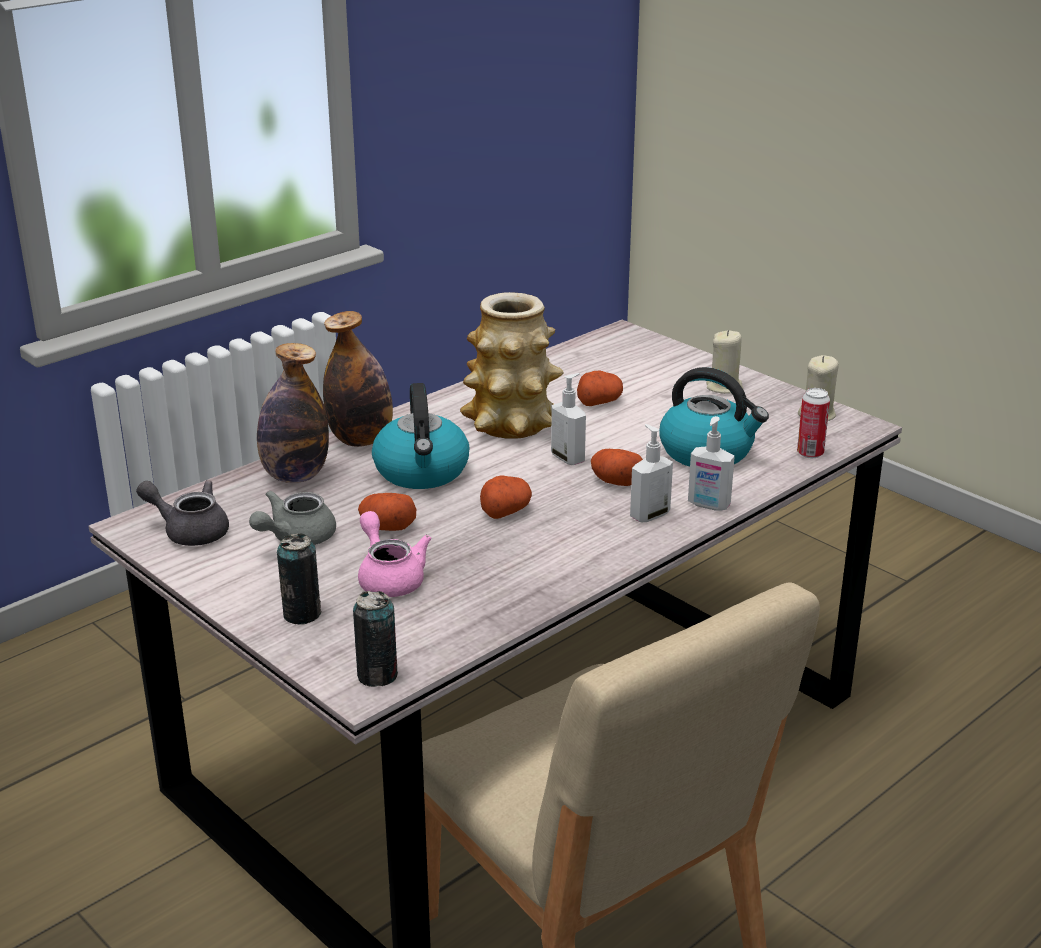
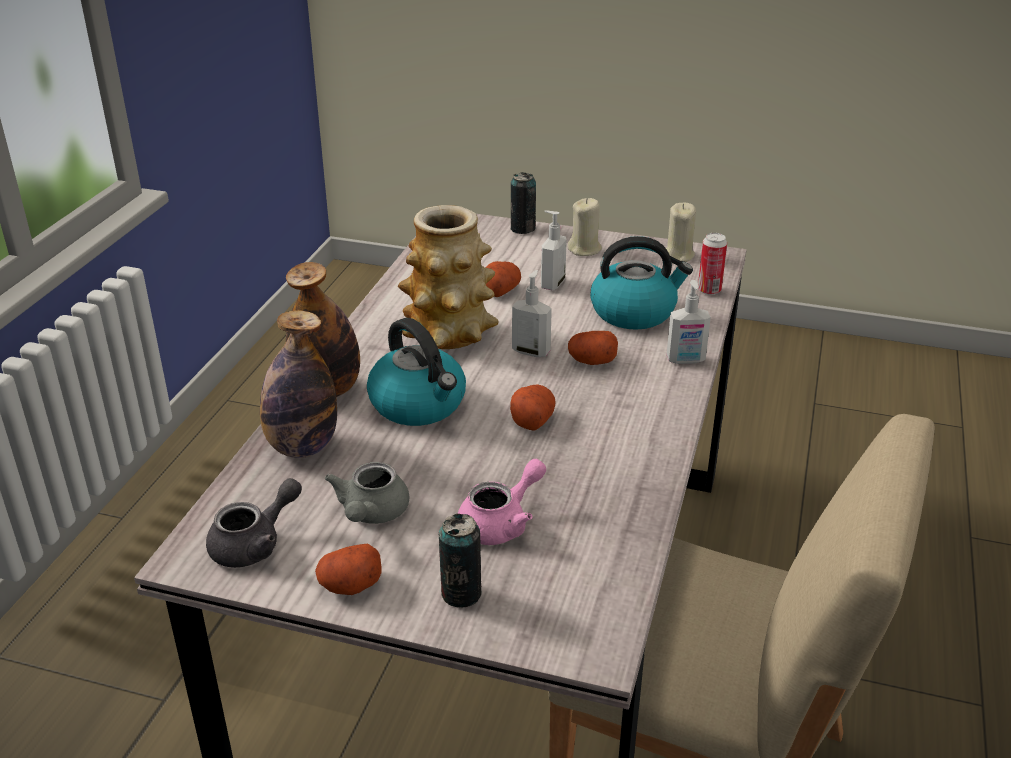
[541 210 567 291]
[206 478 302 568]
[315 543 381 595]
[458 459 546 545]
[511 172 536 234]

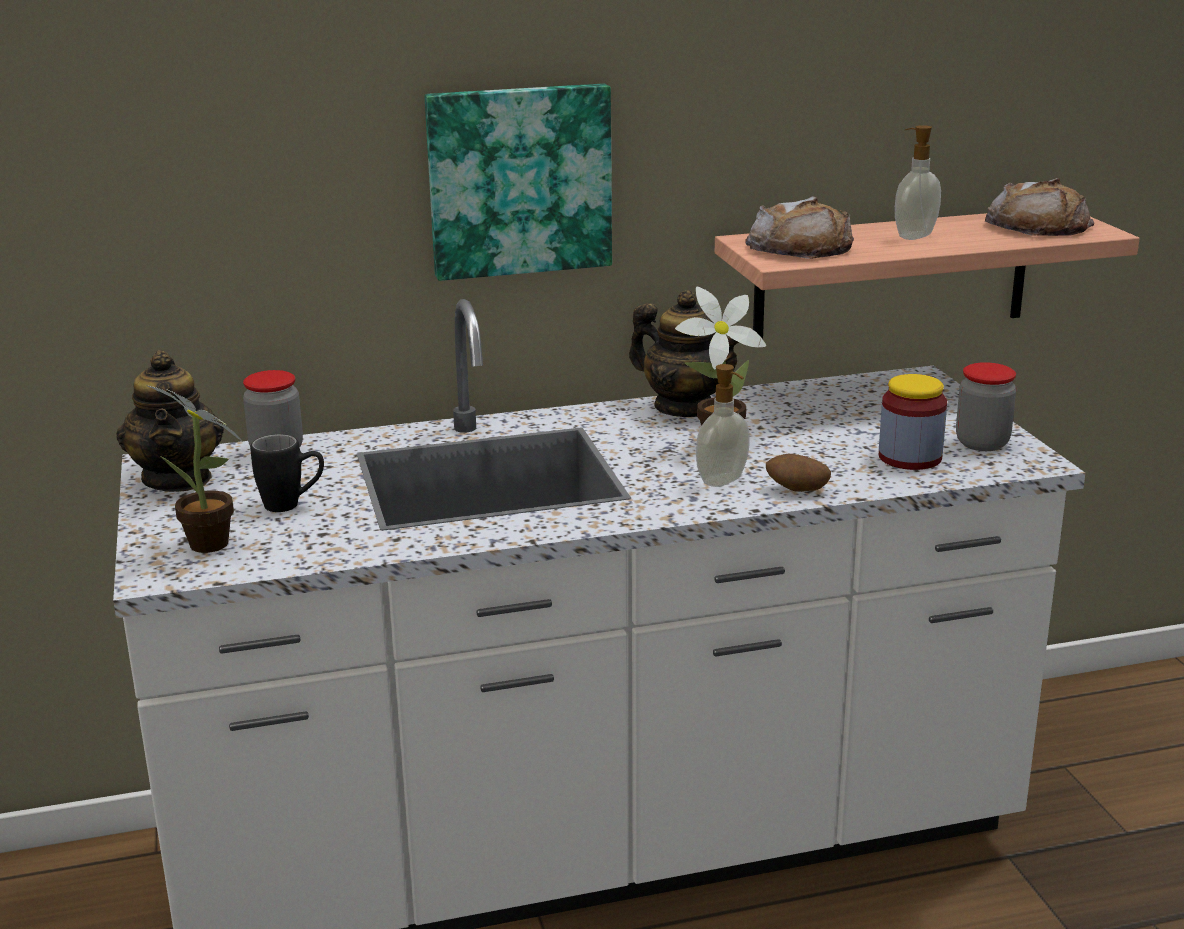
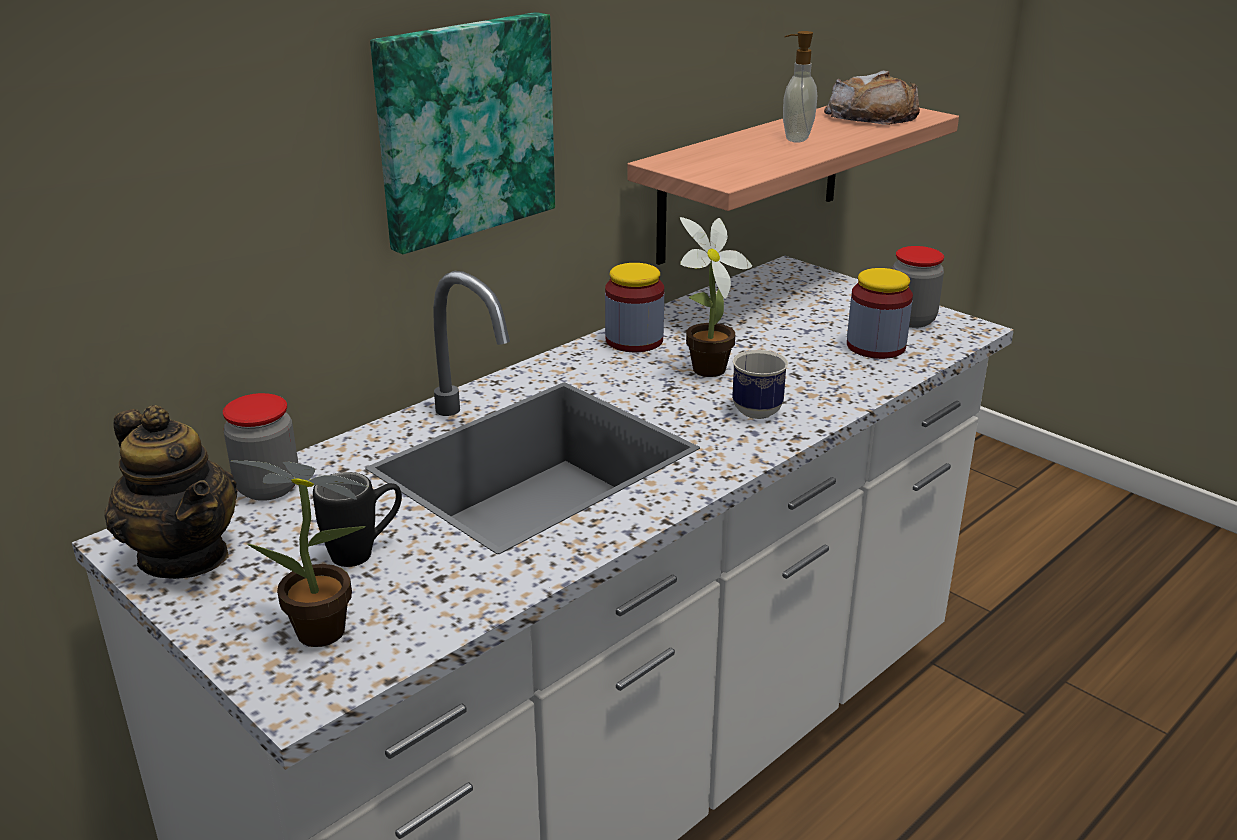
[745 196 854 259] (first image)
[605 263 664 352]
[732 350 788 419]
[766 454 831 492] (first image)

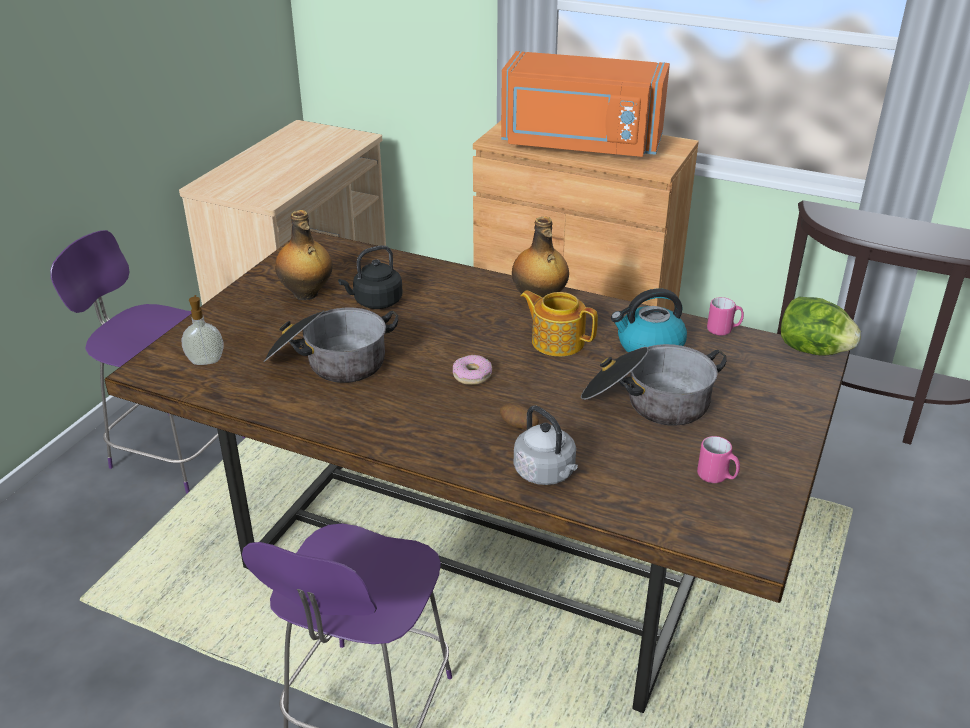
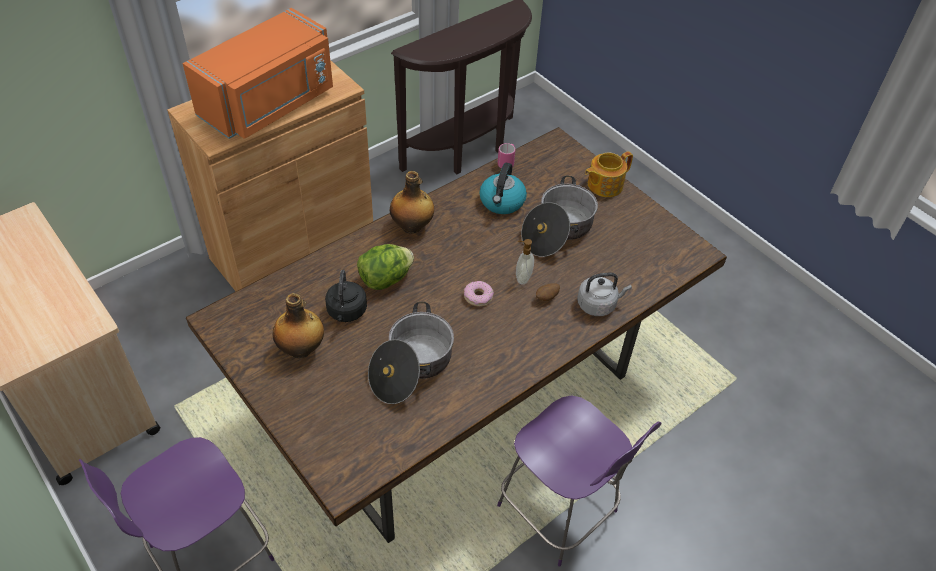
[585 151 633 197]
[516 239 534 284]
[357 244 414 290]
[697 436 740 483] (first image)

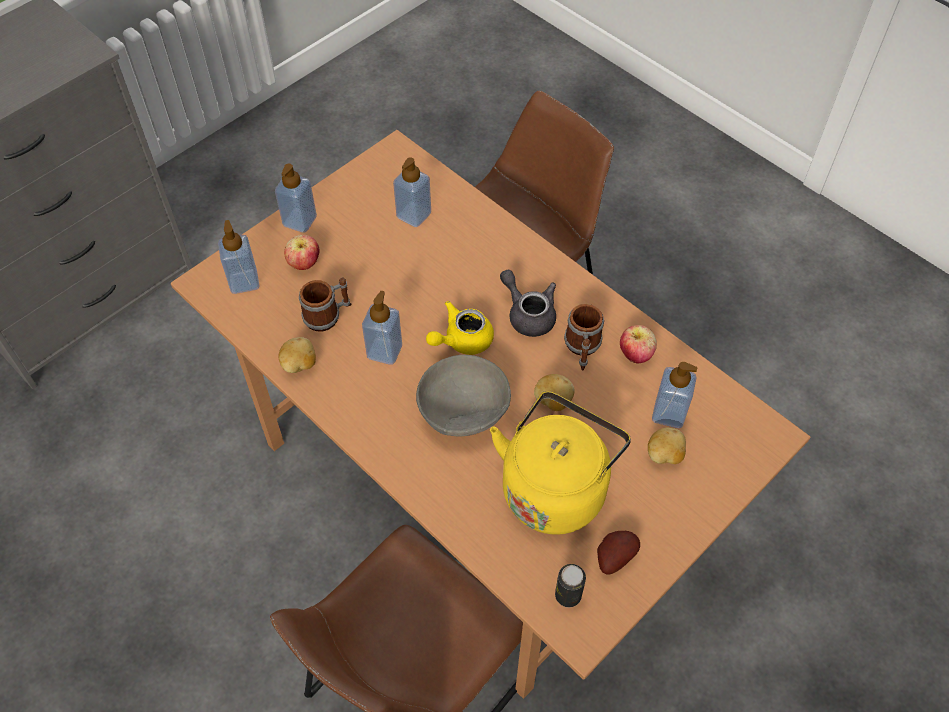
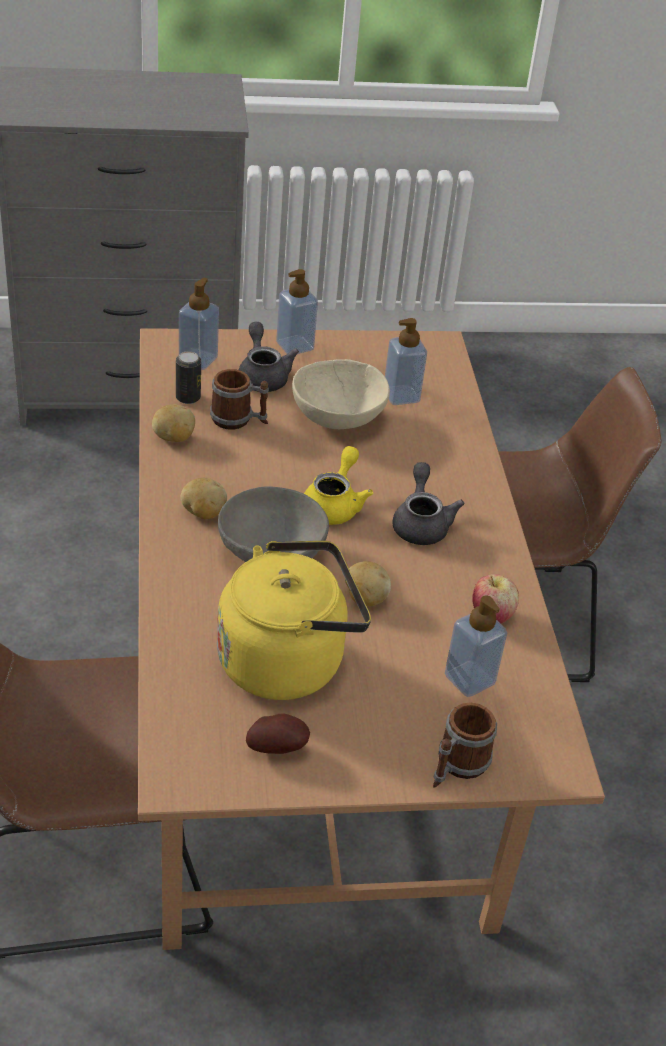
[239 322 299 392]
[362 291 402 365] (first image)
[304 446 373 525]
[433 702 497 788]
[180 478 227 519]
[176 351 201 404]
[292 359 390 429]

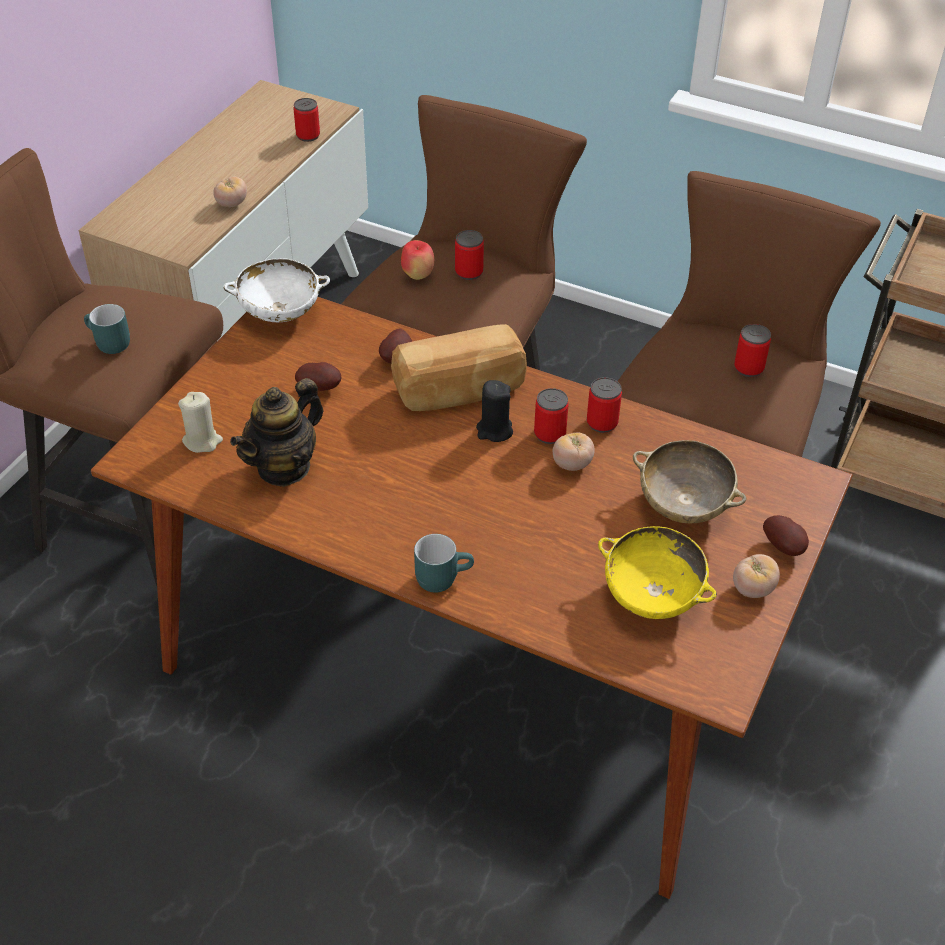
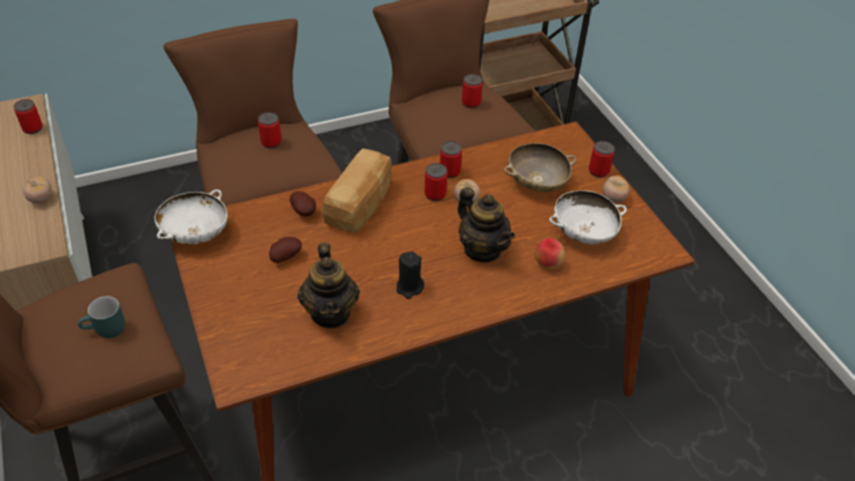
[535 238 565 269]
[397 252 424 299]
[178 392 223 453] (first image)
[589 141 615 178]
[549 190 627 244]
[414 534 474 593] (first image)
[458 187 515 262]

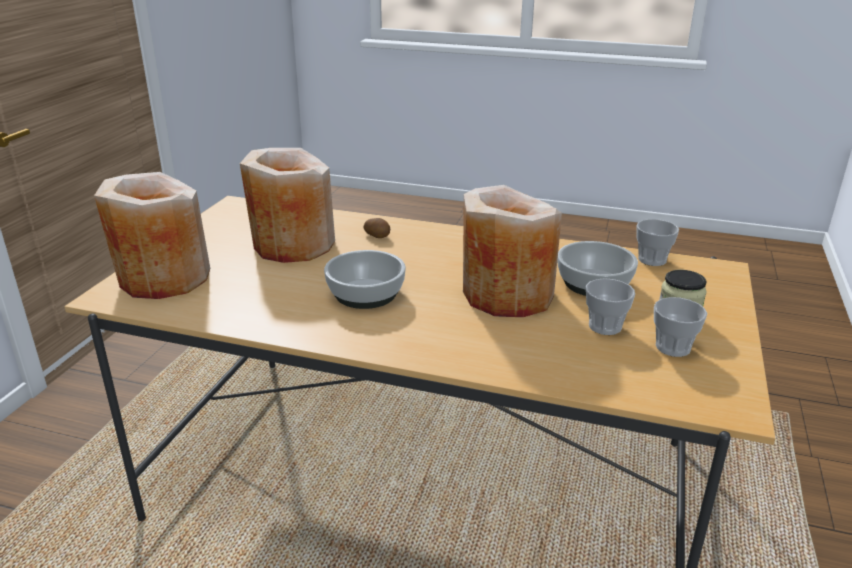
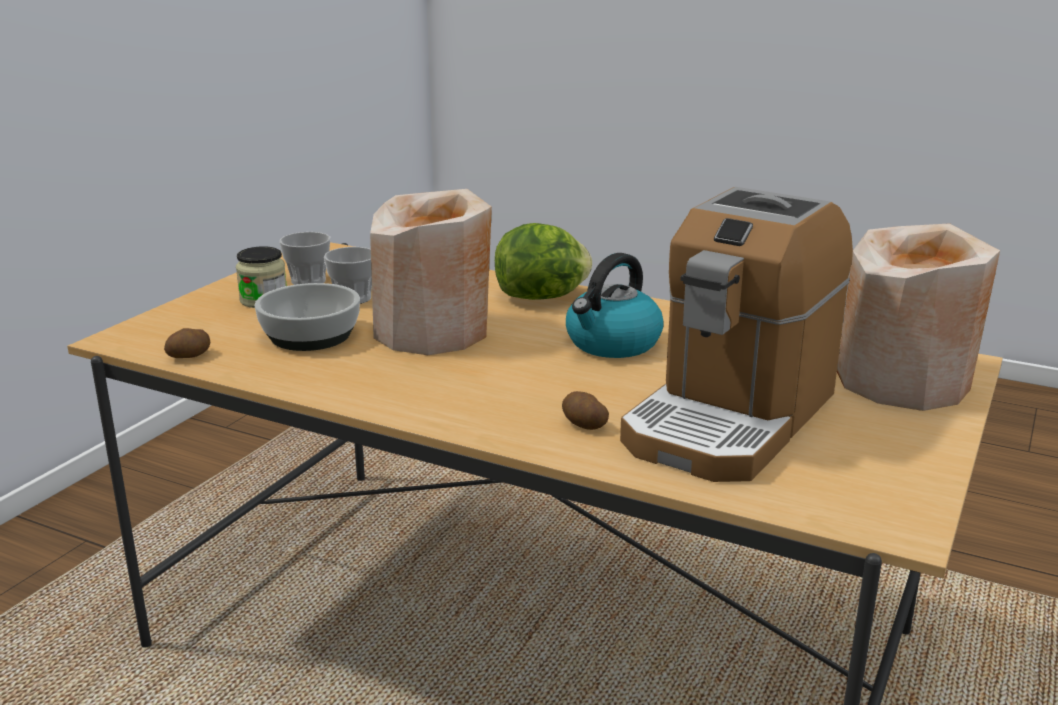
[620 187 853 482]
[164 328 210 358]
[566 253 664 358]
[495 223 592 300]

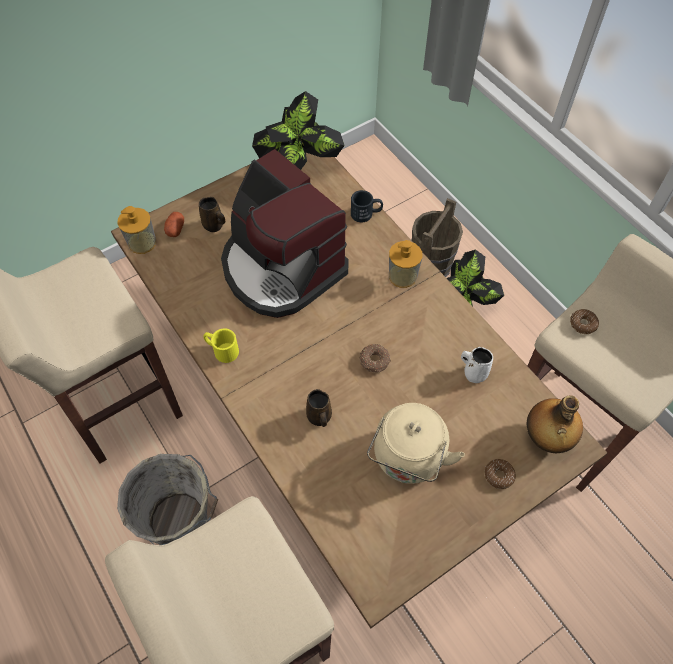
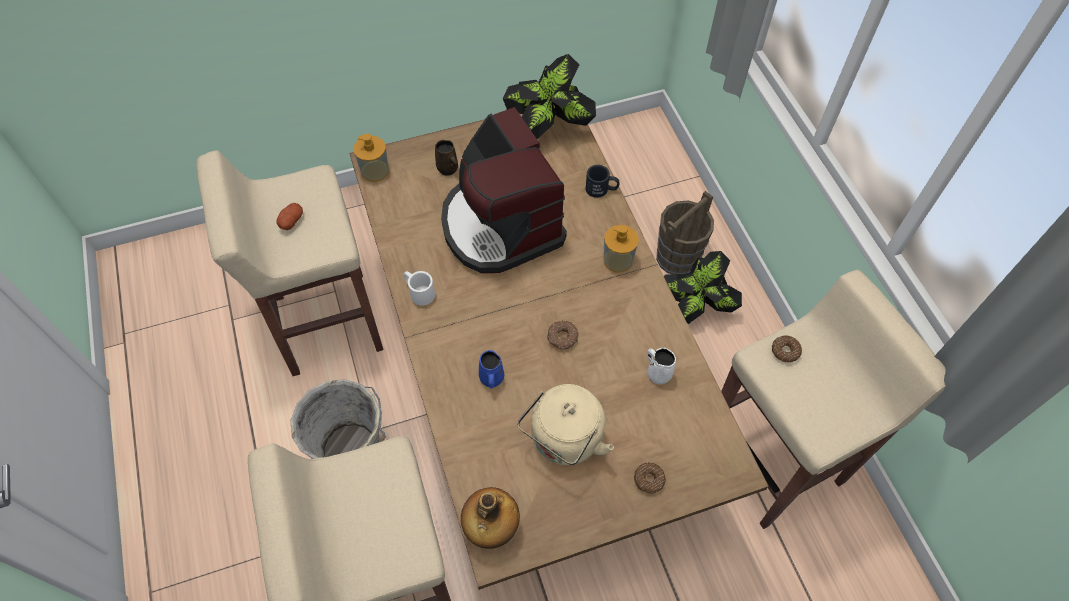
[276 203 303 230]
[404 271 435 306]
[479 350 504 388]
[461 487 520 549]

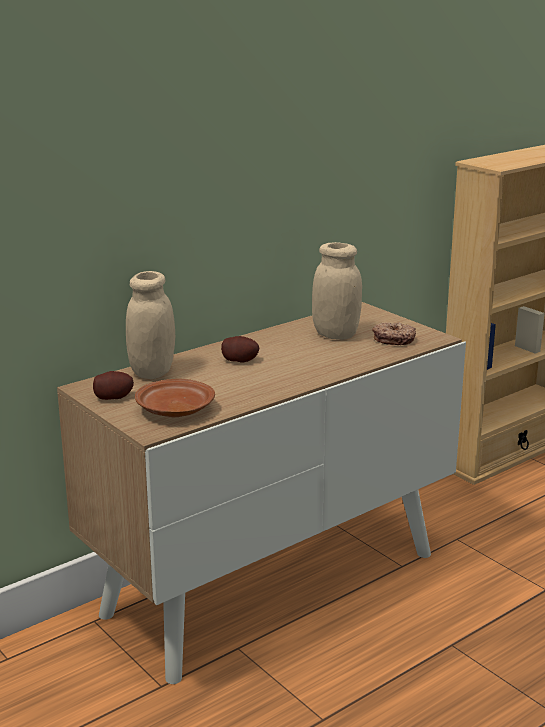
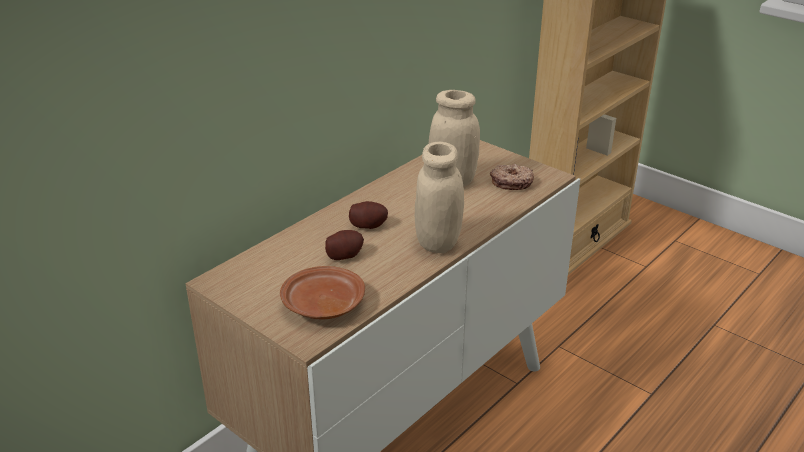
[415 142 464 253]
[325 230 364 260]

